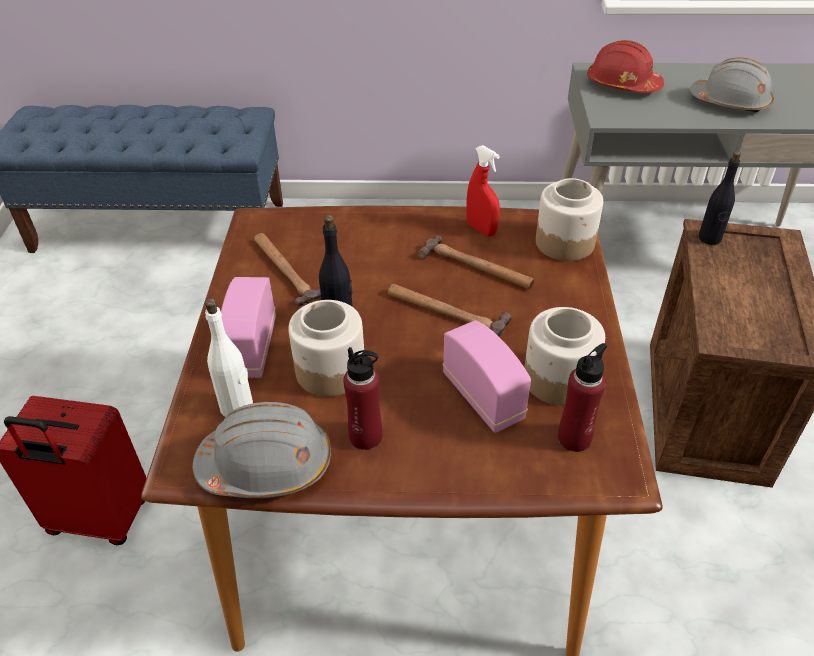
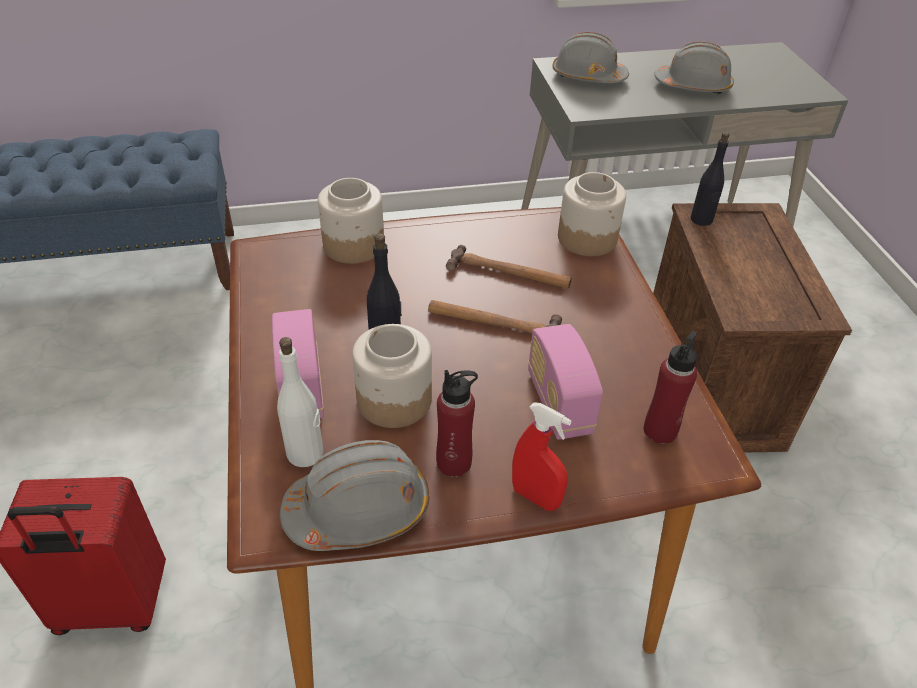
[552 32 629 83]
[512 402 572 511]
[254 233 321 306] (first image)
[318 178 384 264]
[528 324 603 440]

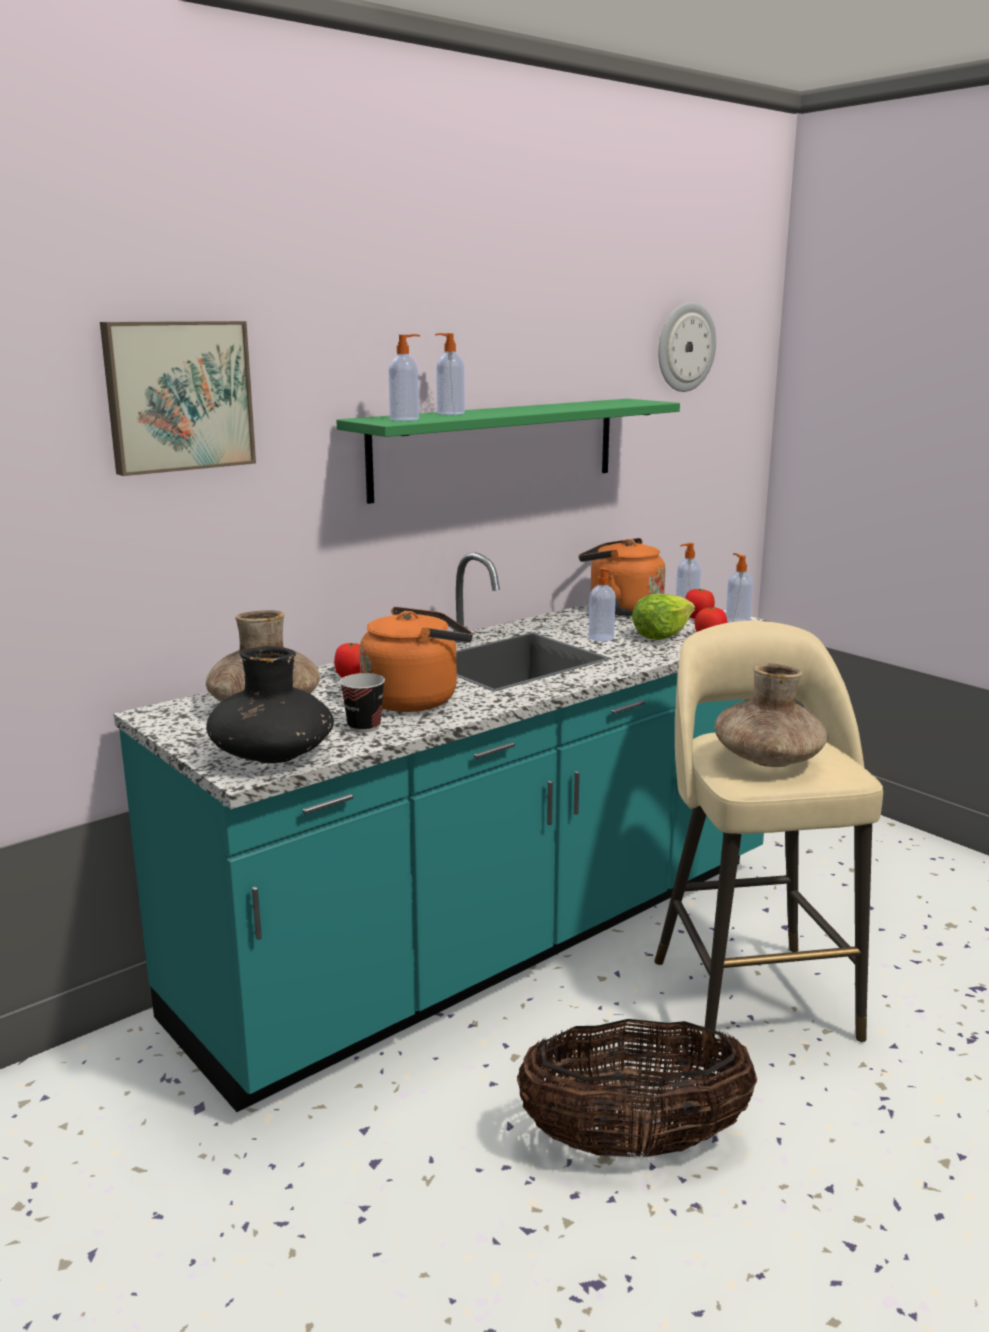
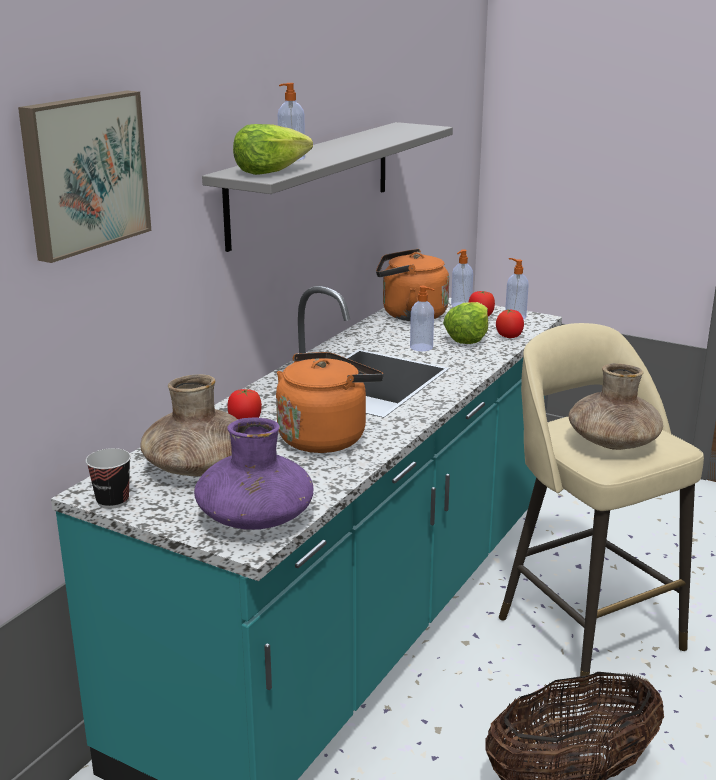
[658 302 716 392] (first image)
[233 124 313 175]
[202 122 453 252]
[194 418 313 530]
[86 448 131 509]

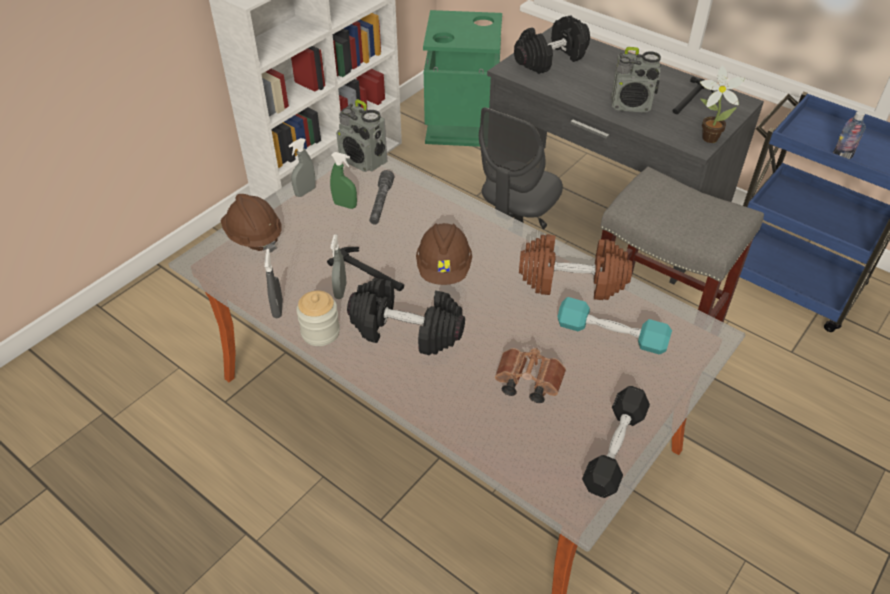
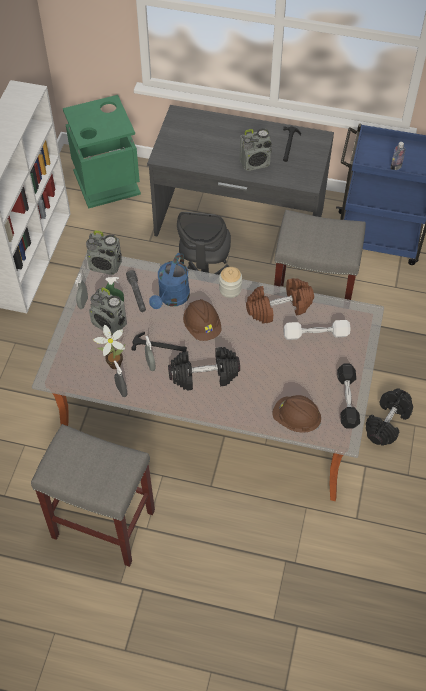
[366 389 413 446]
[93 325 125 369]
[272 395 322 433]
[219 267 242 298]
[284 320 351 340]
[495 348 566 403] (first image)
[149 253 190 309]
[89 287 127 335]
[31 424 155 567]

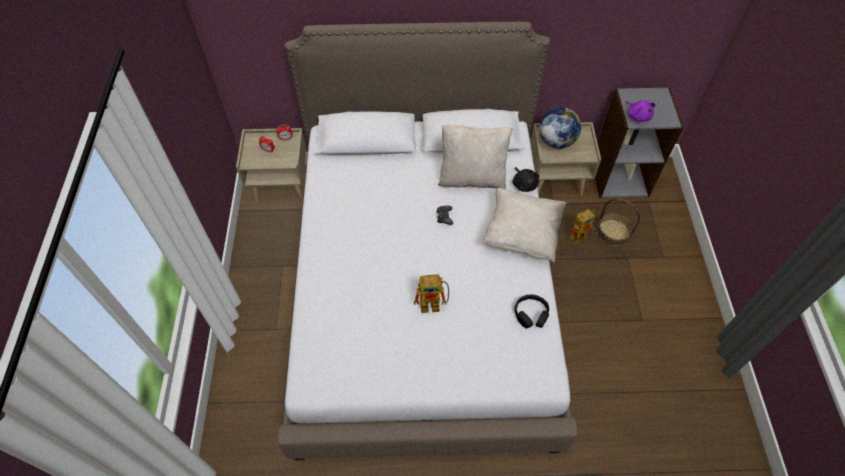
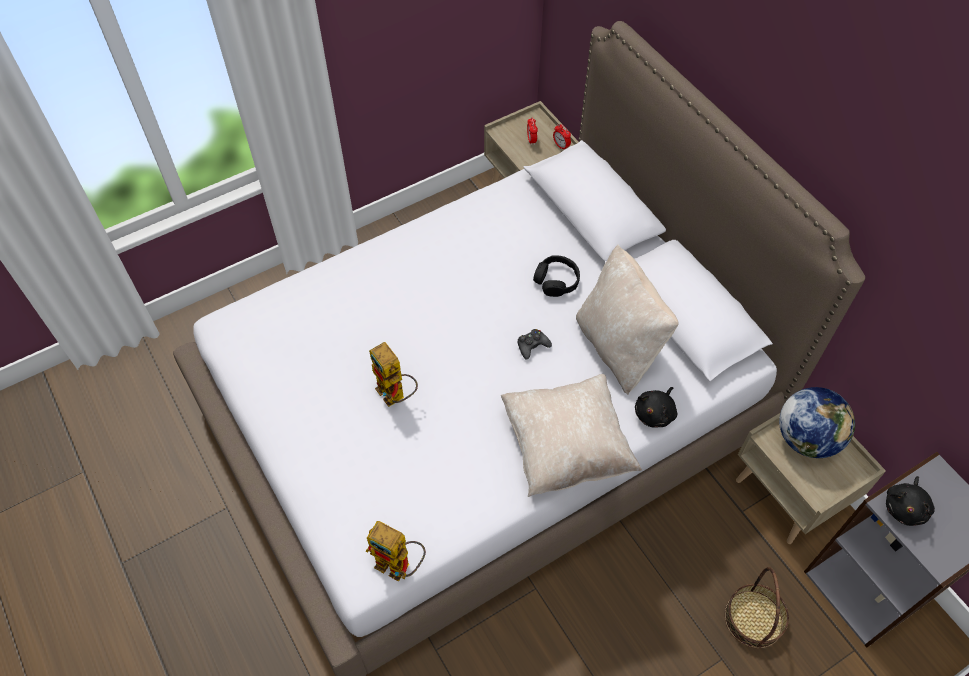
[886 476 935 526]
[366 521 426 582]
[533 255 580 297]

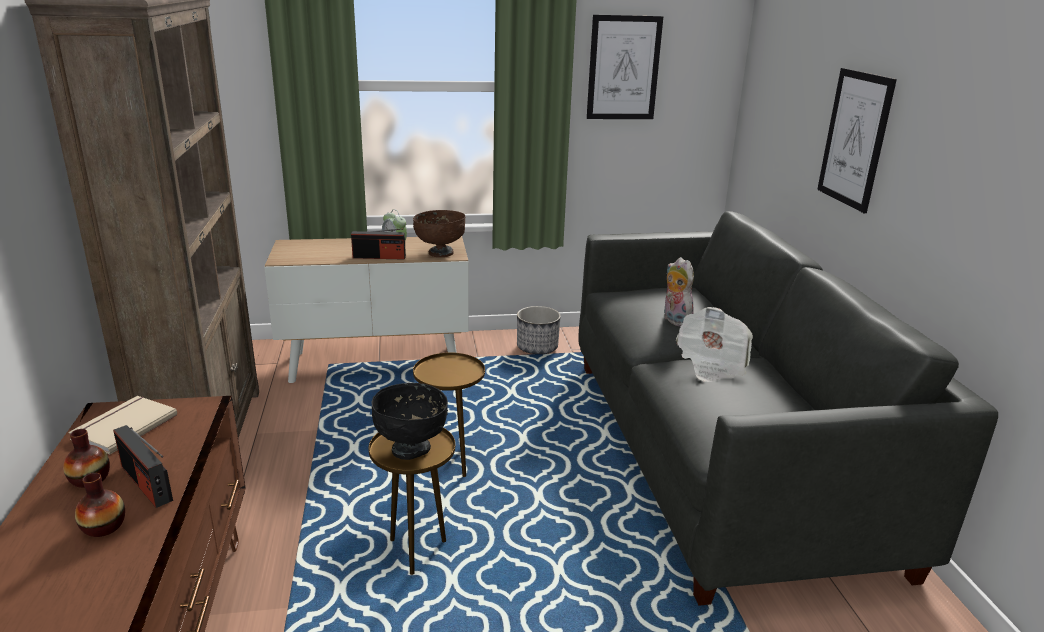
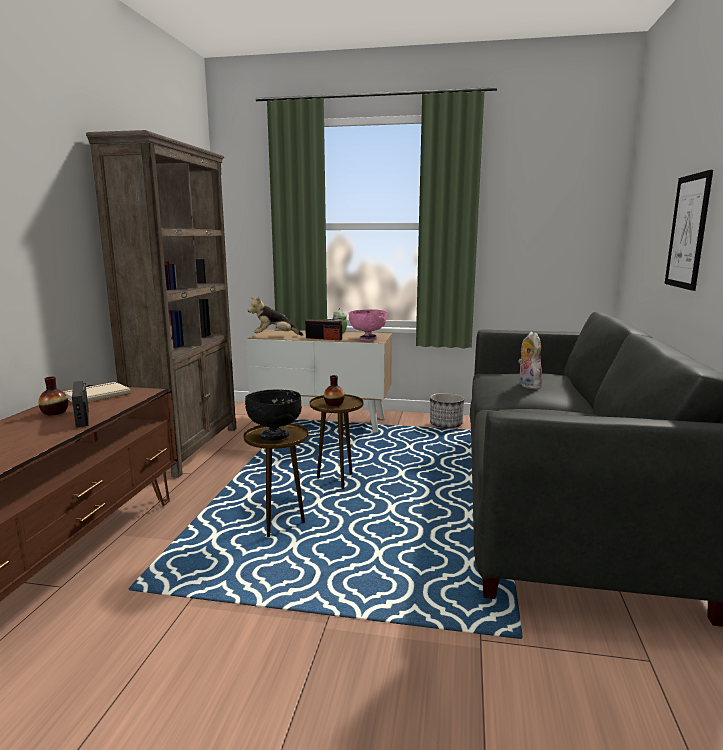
[587 15 663 119] (first image)
[349 309 387 341]
[676 307 753 382] (first image)
[324 375 345 406]
[248 296 303 336]

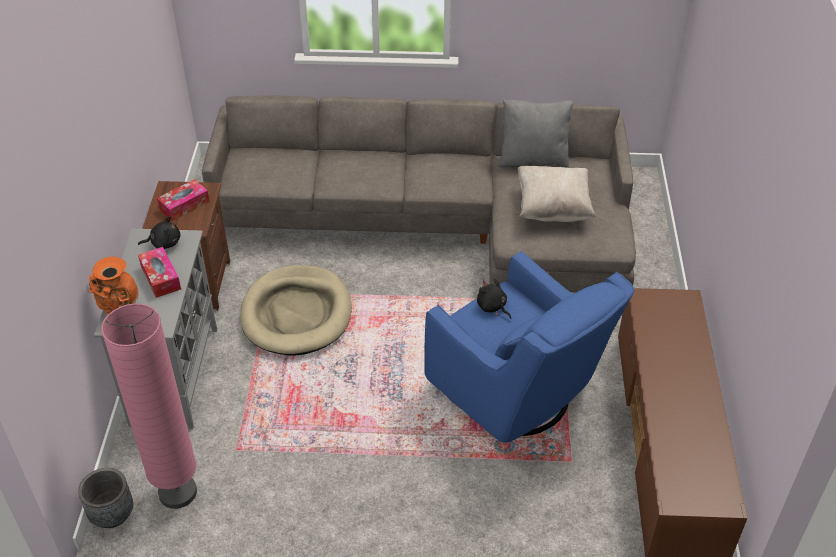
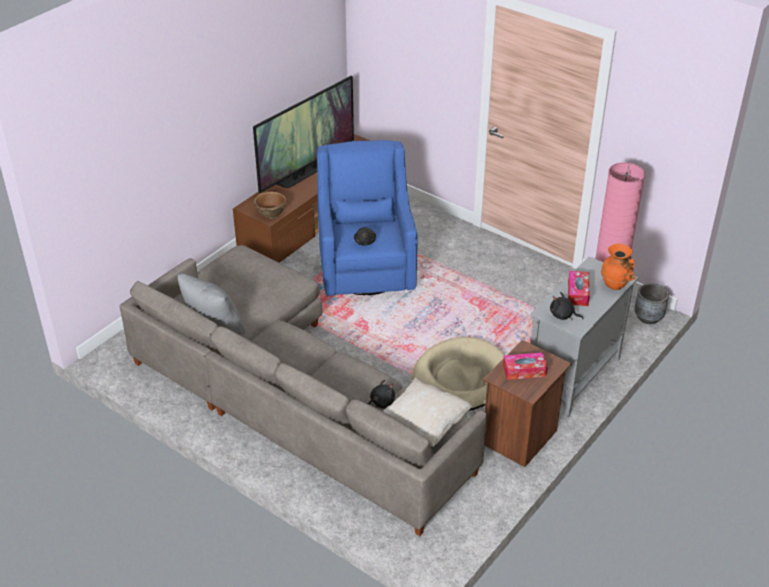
[383 377 473 447]
[253 76 354 193]
[254 192 286 219]
[367 380 395 409]

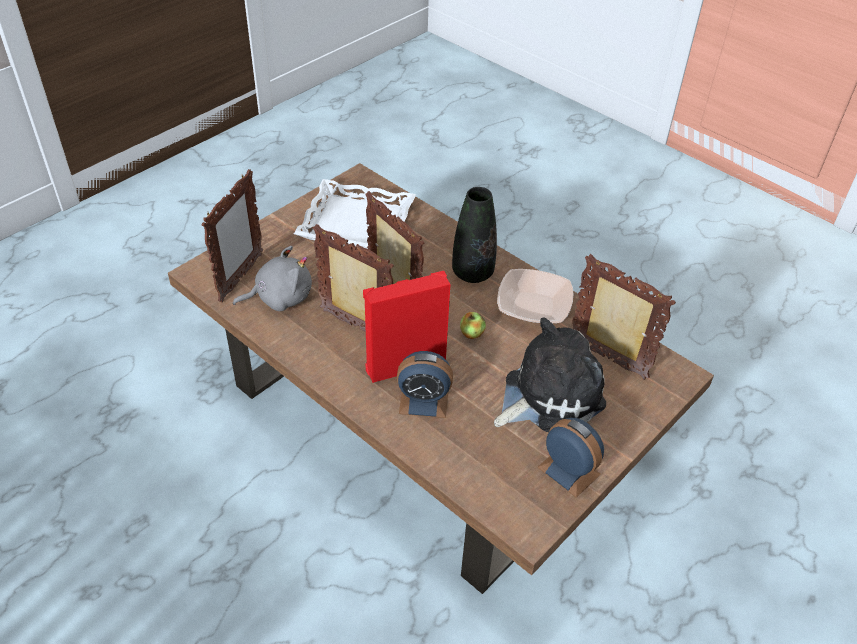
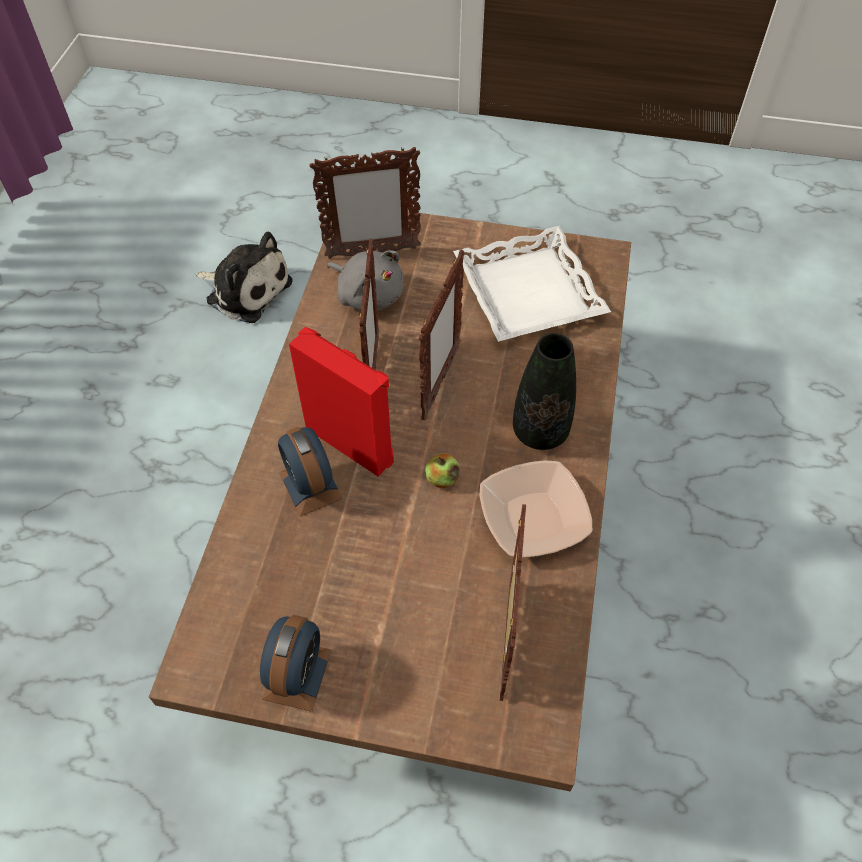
[195 232 292 323]

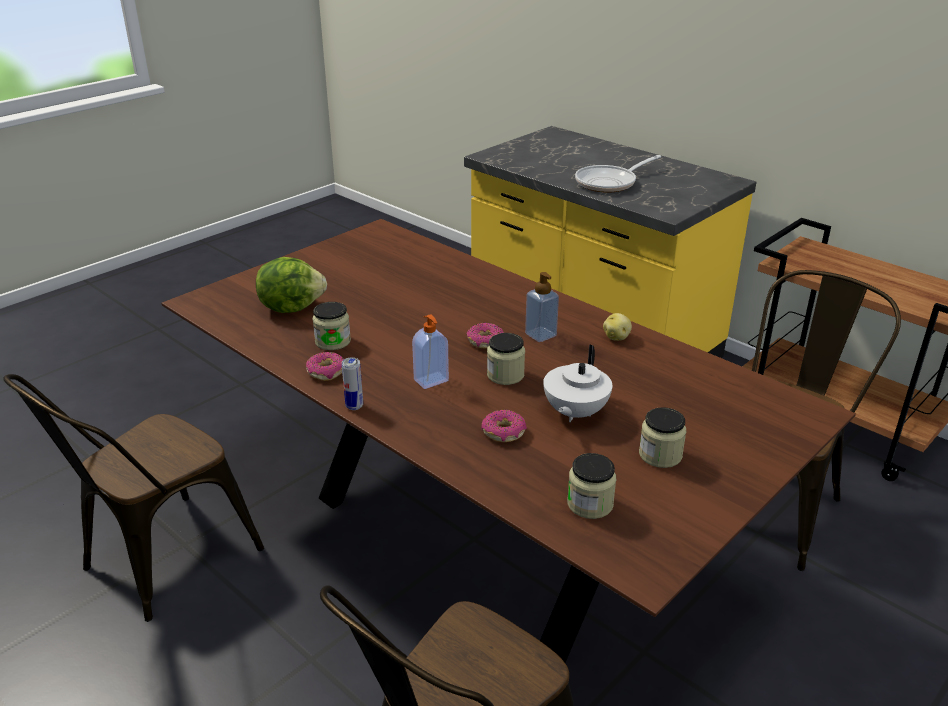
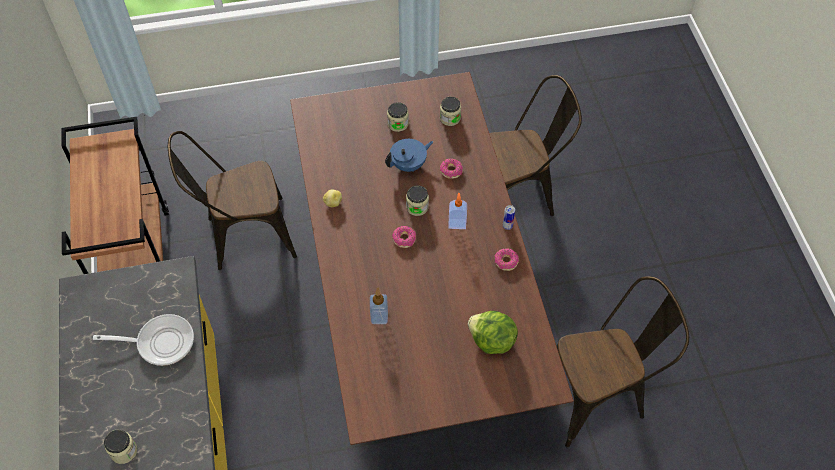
[370 288 388 324]
[104 430 137 464]
[385 139 433 172]

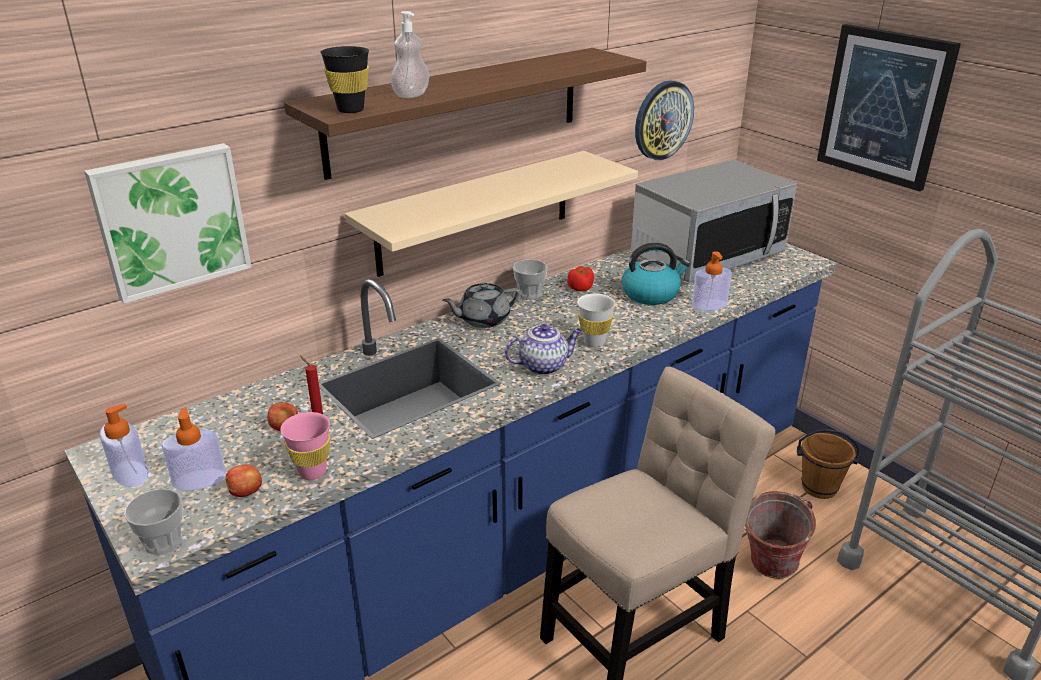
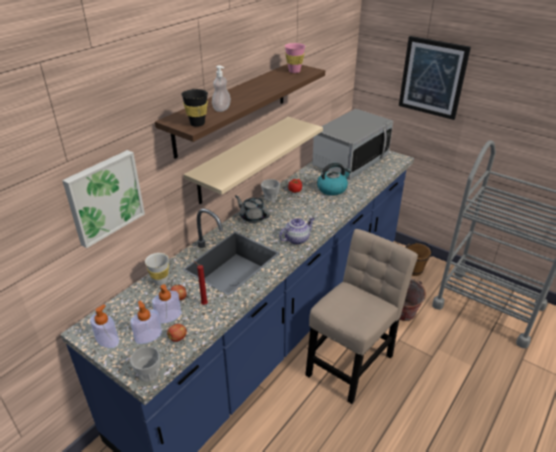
[635 80 694 160] (first image)
[152 284 181 324]
[235 196 271 223]
[145 253 169 286]
[285 43 305 73]

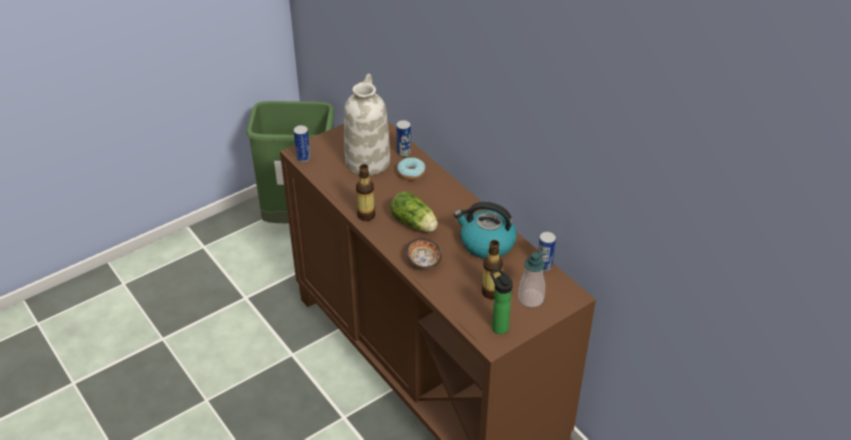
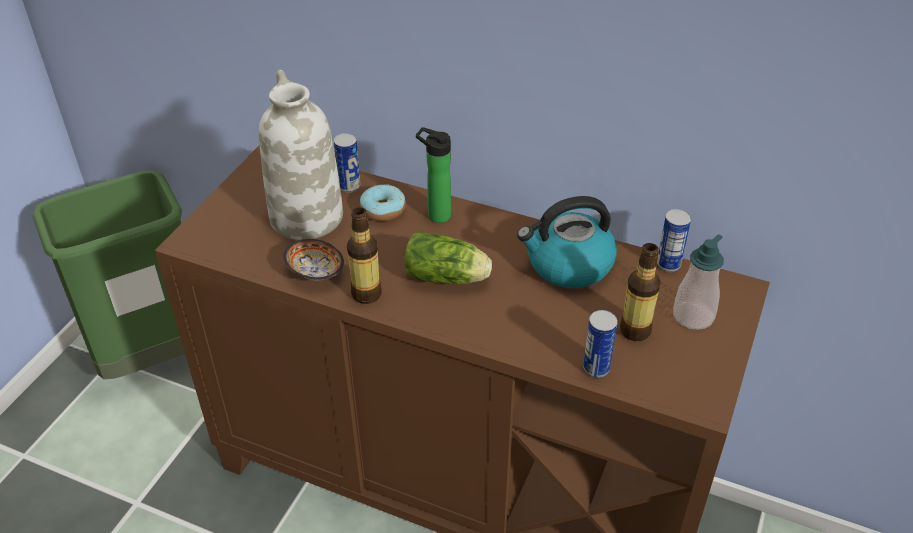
[583 310 618 378]
[283 239 344 280]
[416 127 451 223]

